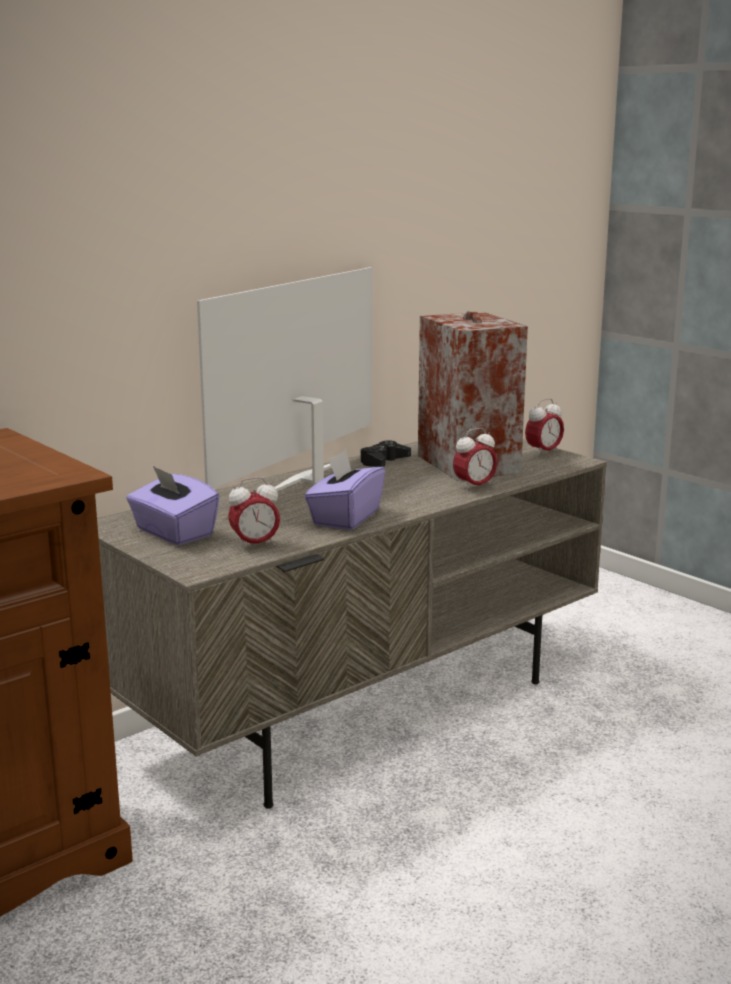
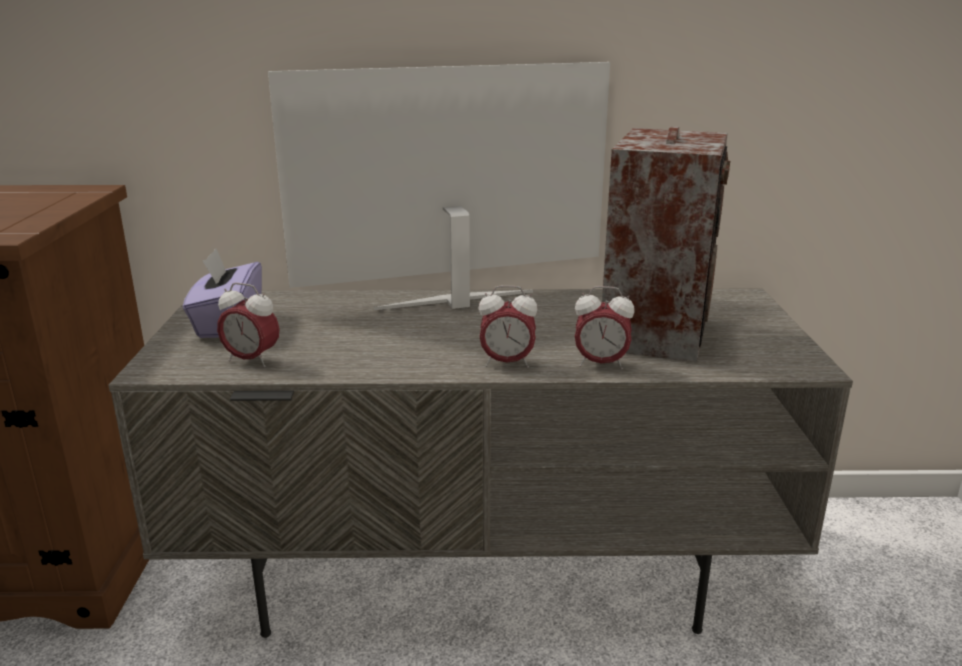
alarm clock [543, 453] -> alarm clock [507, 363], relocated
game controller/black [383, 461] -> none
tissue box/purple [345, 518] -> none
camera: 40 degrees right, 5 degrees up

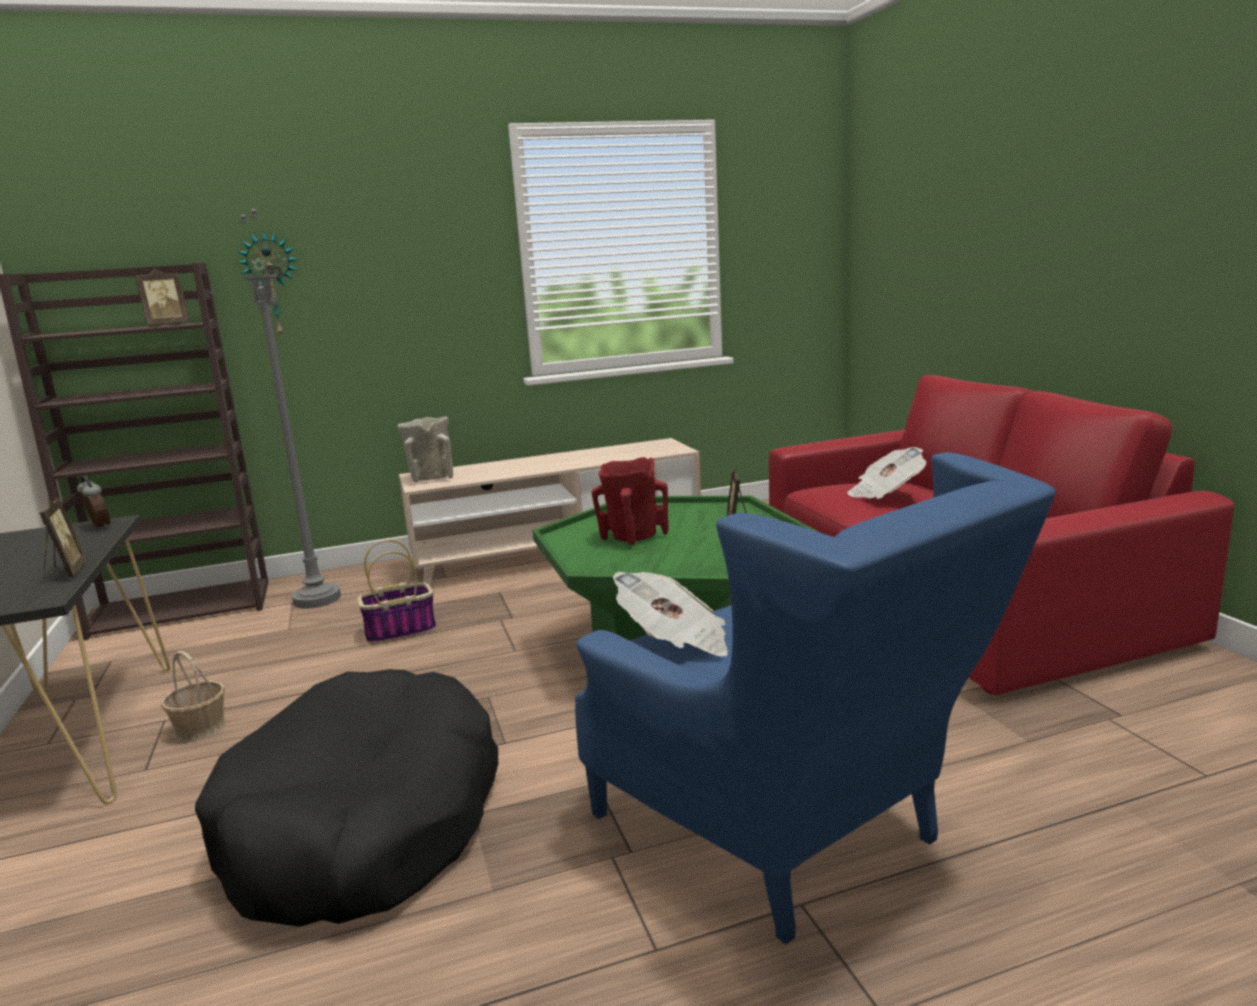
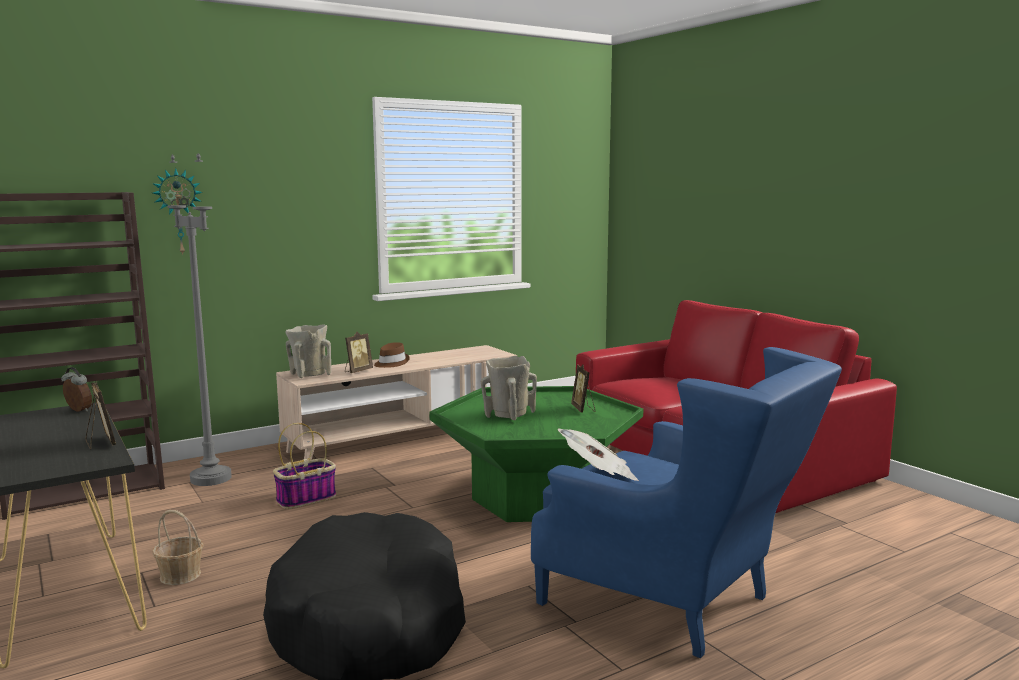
picture frame [167, 325] -> picture frame [357, 371], relocated
newspaper [885, 493] -> none
vase/red [632, 537] -> vase/beige [508, 415]
none -> hat/brown [391, 363]
camera: 15 degrees left, 5 degrees down

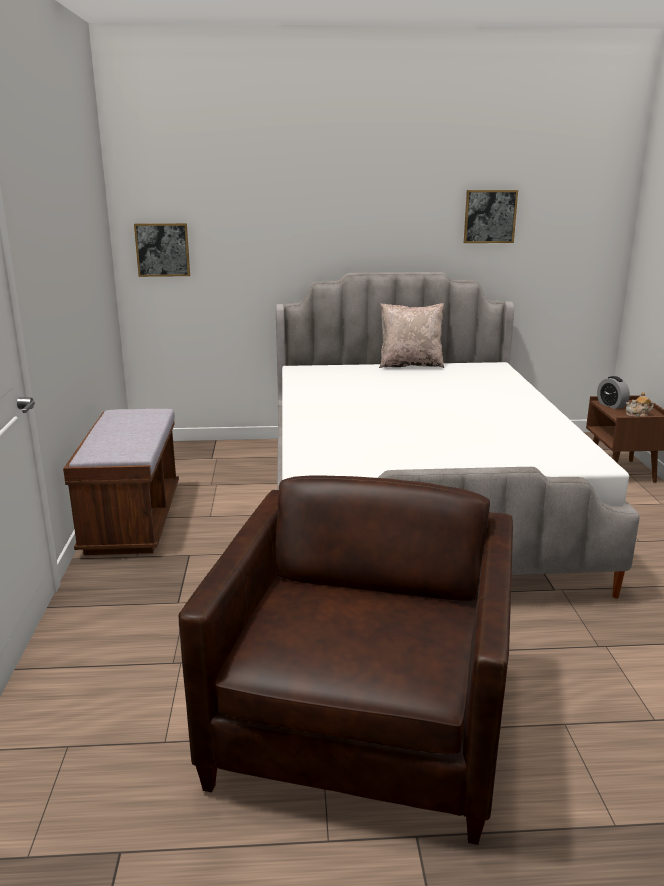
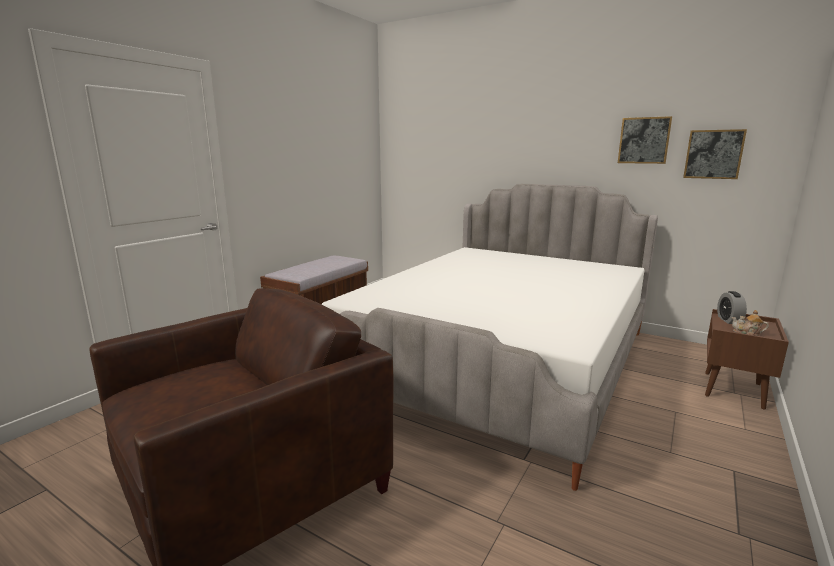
picture [162, 250] -> picture [713, 154], relocated
pillow/beige [410, 365] -> none
camera: 35 degrees right, 5 degrees down

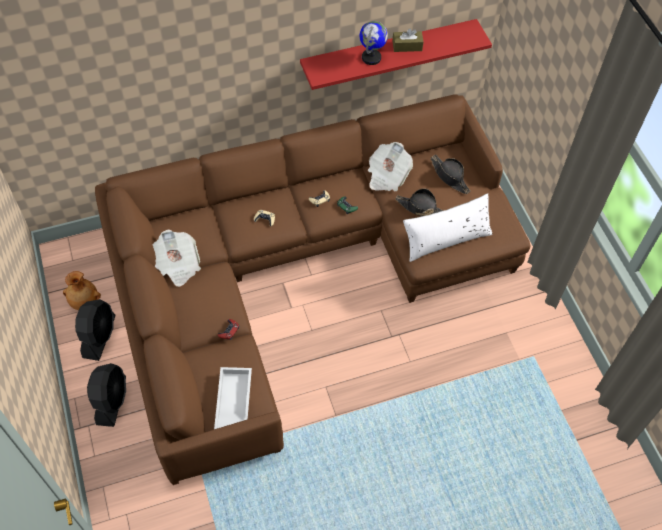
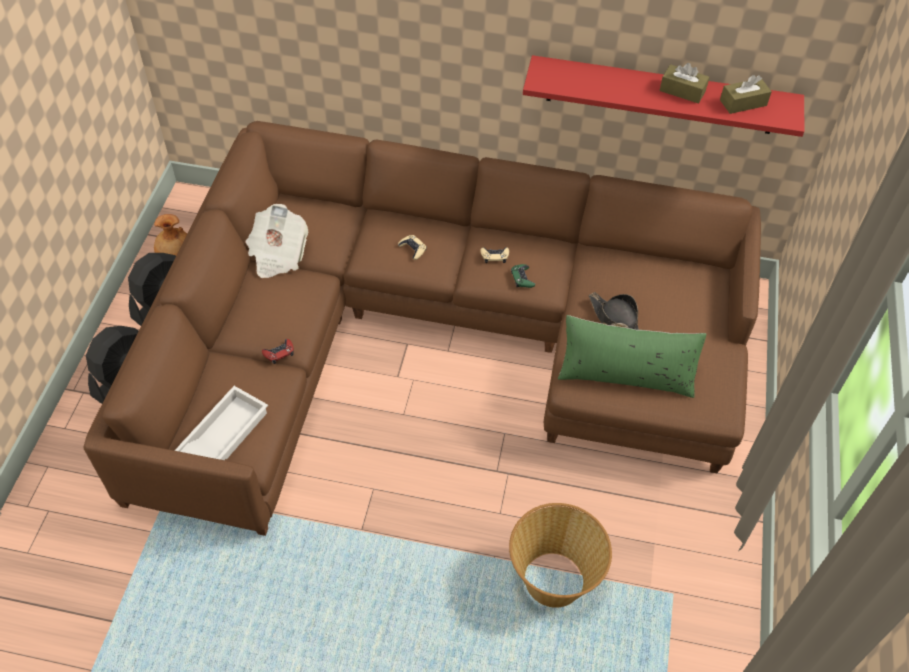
globe [371, 58] -> none
newspaper [387, 176] -> none
hat/black [450, 177] -> none
pillow/white [446, 239] -> pillow/green [626, 374]
none -> tissue box/brown [743, 103]
none -> basket [553, 578]
camera: 30 degrees right, 5 degrees down

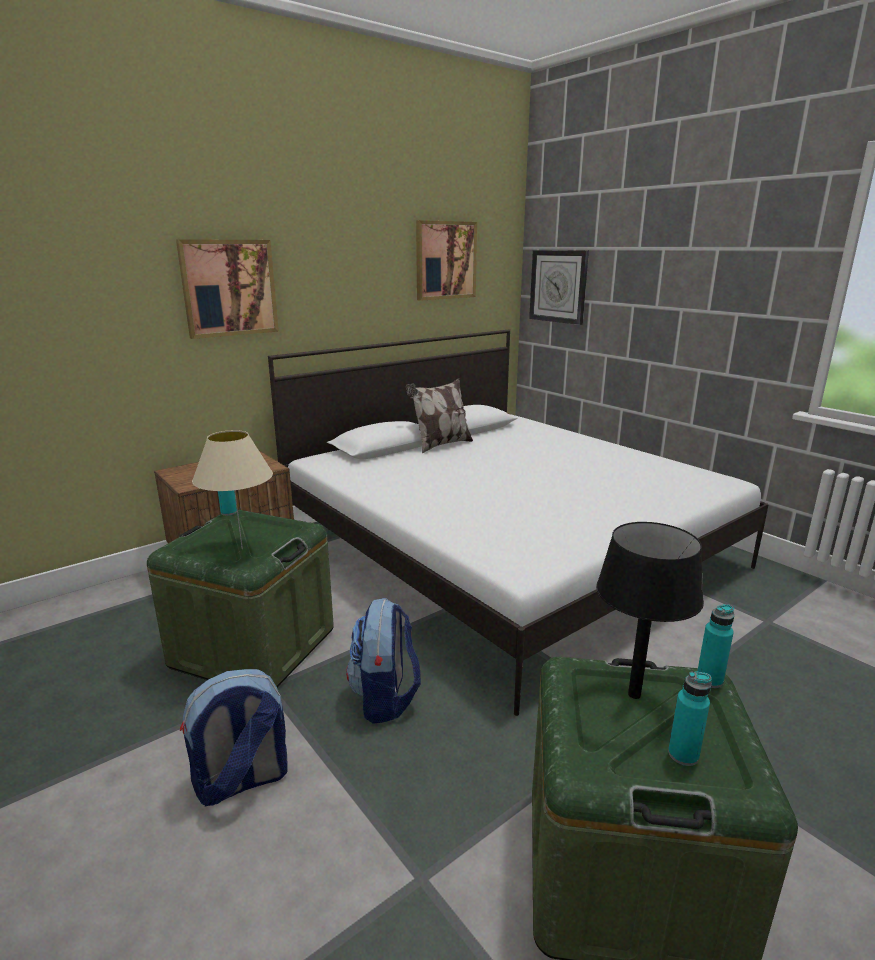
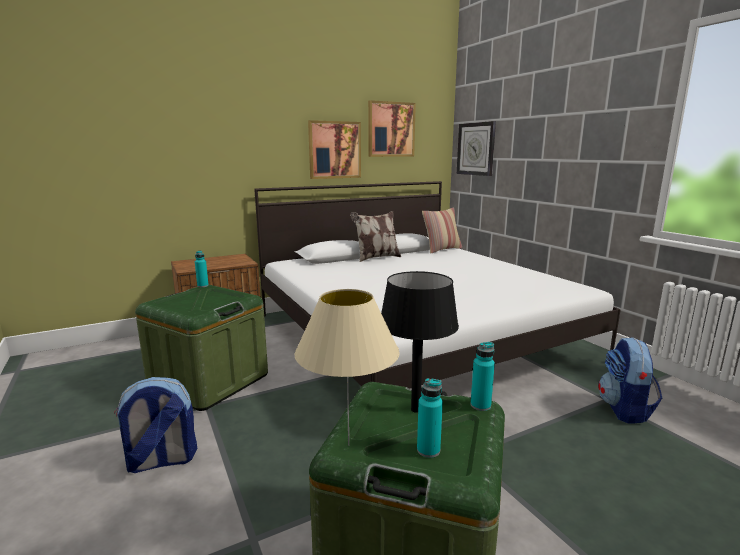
picture [229, 288] -> picture [334, 150], relocated
table lamp/beige [241, 549] -> table lamp/beige [348, 445], relocated
backpack [385, 698] -> backpack [625, 410], relocated
none -> pillow [441, 249]
camera: 10 degrees right, 5 degrees down

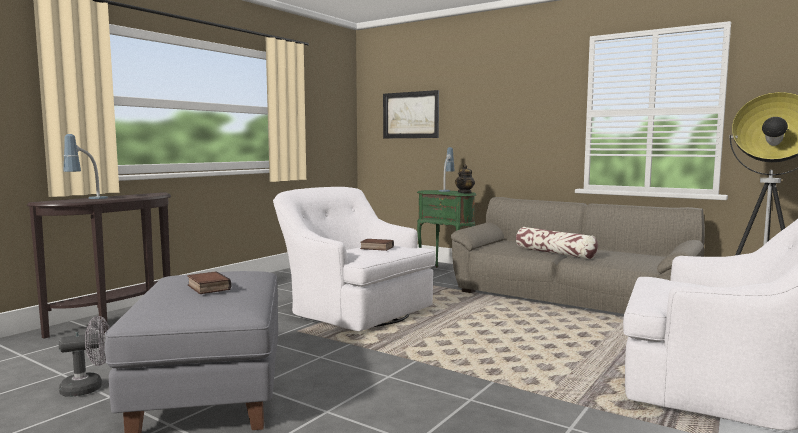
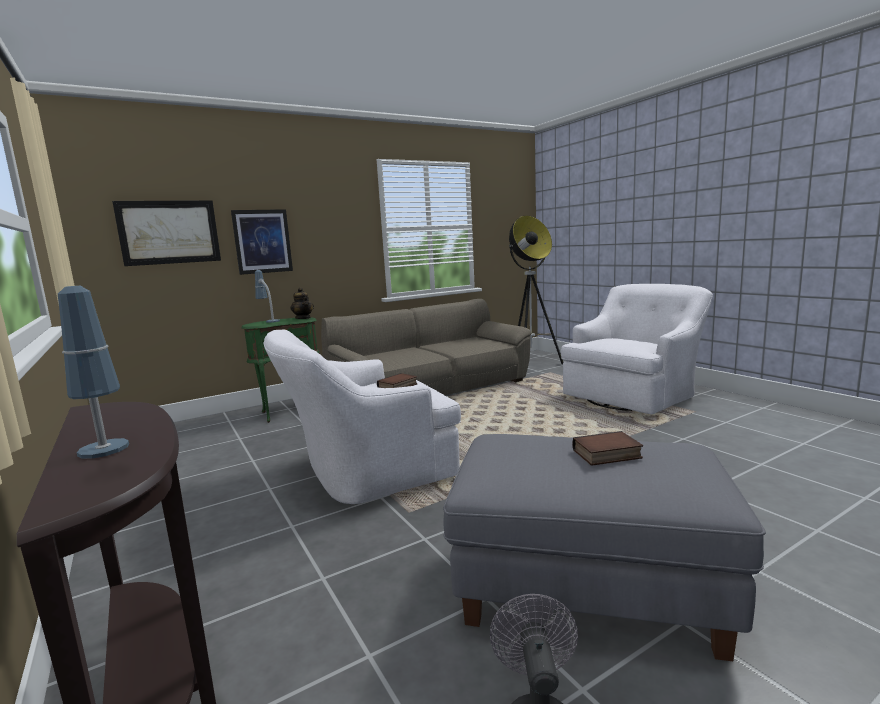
pillow [555, 253] -> none
none -> picture [262, 241]
camera: 65 degrees left, 5 degrees up

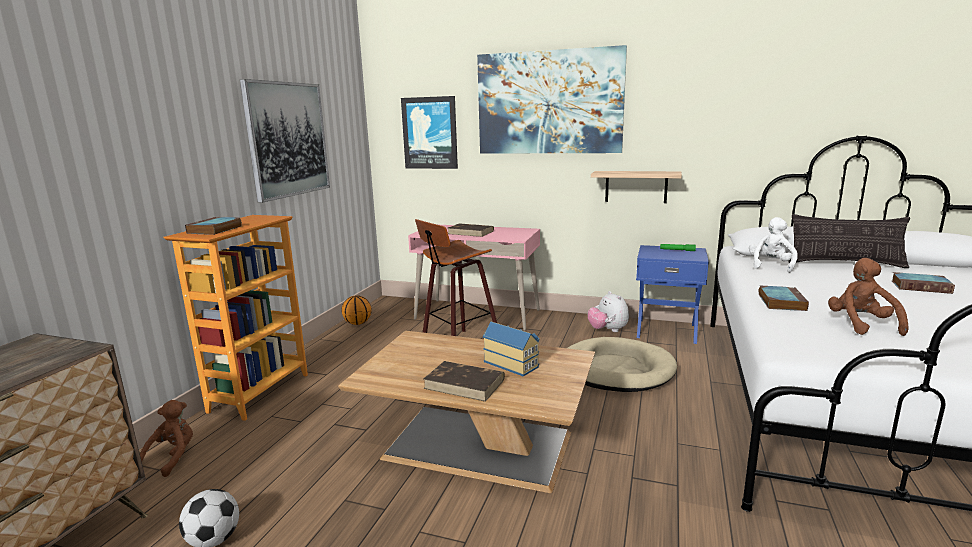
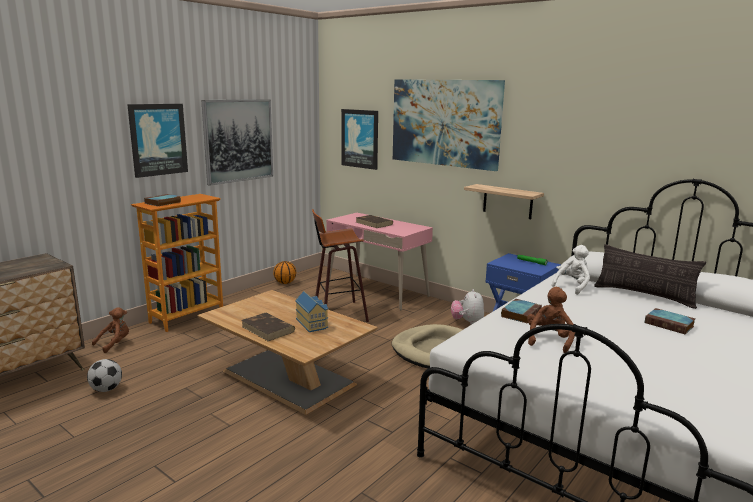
none -> picture [158, 139]
camera: 20 degrees right, 0 degrees up

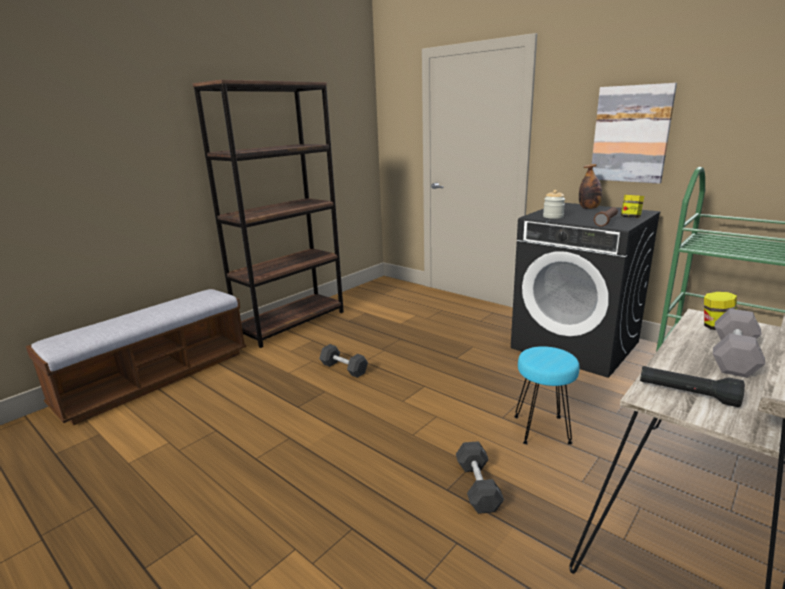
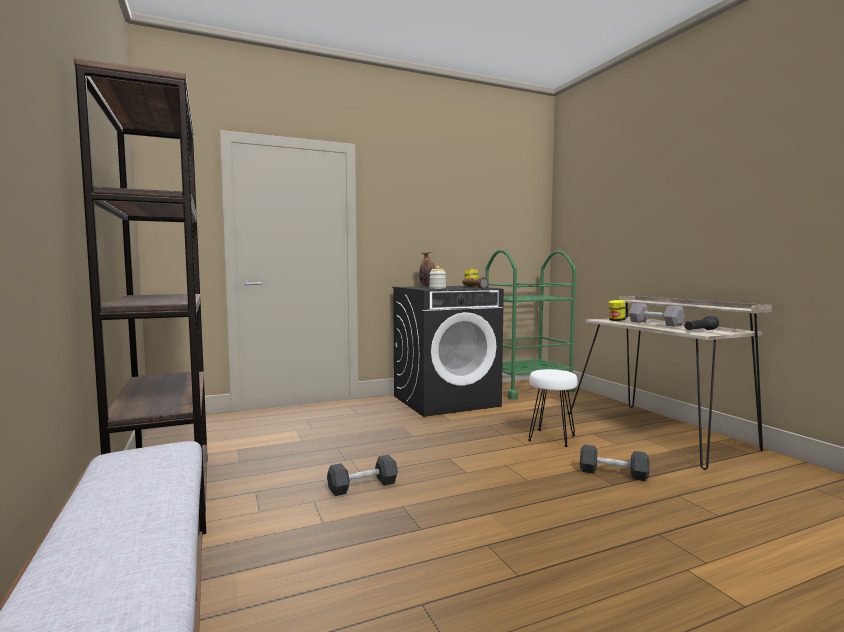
picture [631, 134] -> none
stool/turquoise [542, 429] -> stool/white [551, 438]
camera: 65 degrees left, 15 degrees down

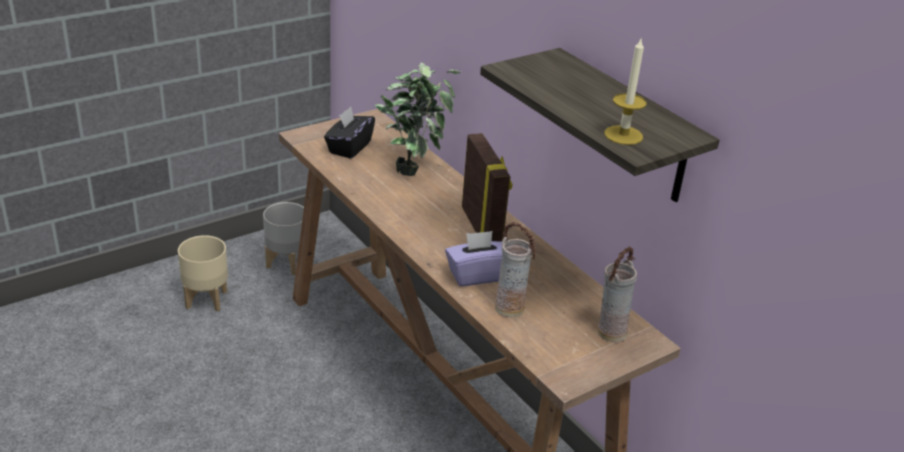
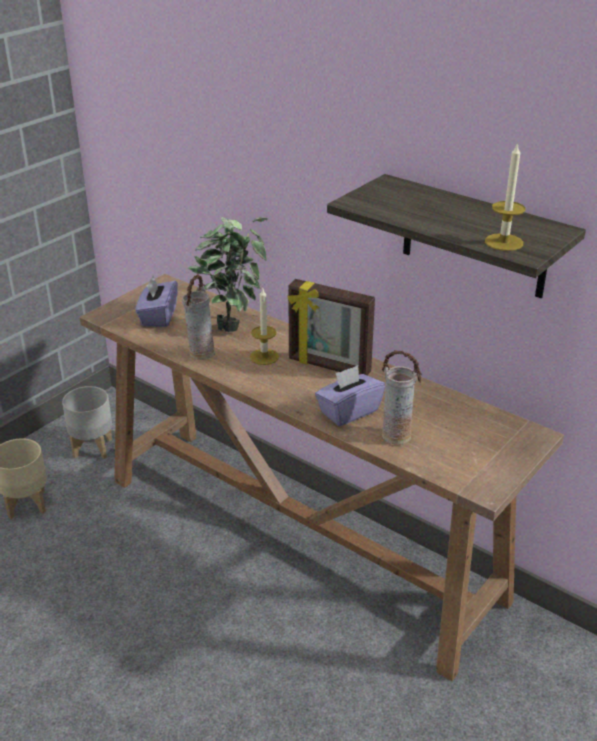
tissue box/black [349, 147] -> tissue box/purple [158, 316]
picture frame [482, 229] -> picture frame [328, 366], 150 degrees clockwise
vase [610, 332] -> vase [200, 353], relocated
none -> candle [264, 357]
camera: 15 degrees left, 0 degrees up

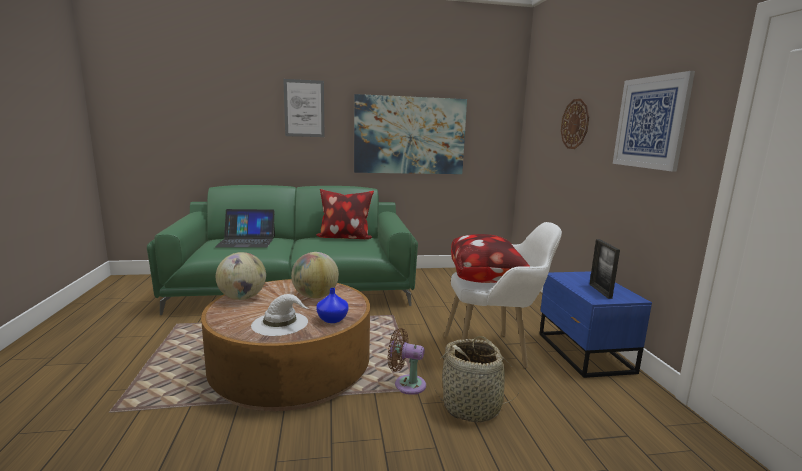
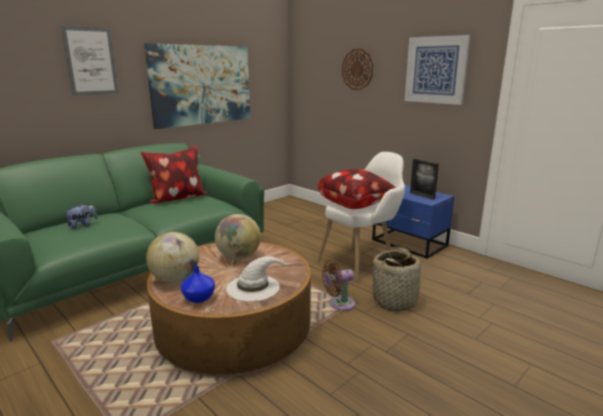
laptop [246, 241] -> plush toy [82, 225]
vase/blue [332, 319] -> vase/blue [198, 298], relocated
camera: 35 degrees left, 5 degrees up

